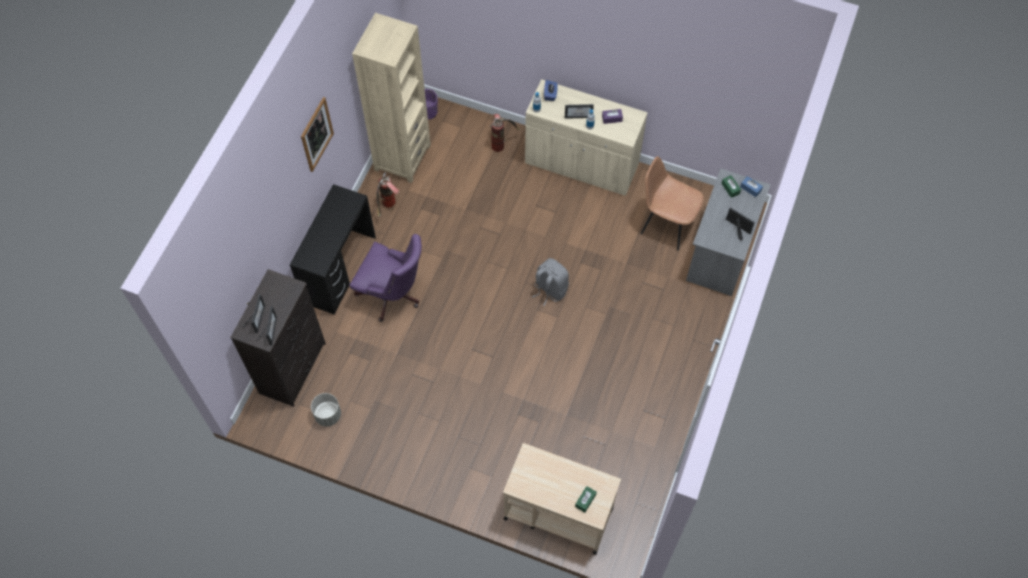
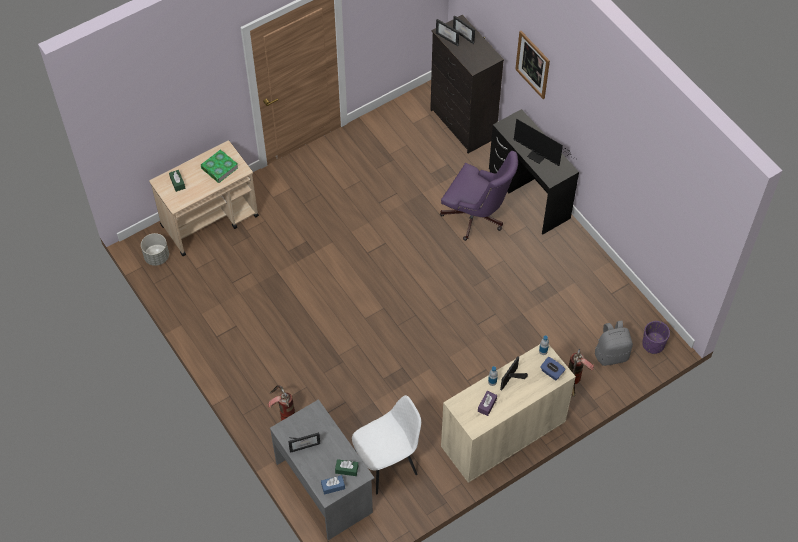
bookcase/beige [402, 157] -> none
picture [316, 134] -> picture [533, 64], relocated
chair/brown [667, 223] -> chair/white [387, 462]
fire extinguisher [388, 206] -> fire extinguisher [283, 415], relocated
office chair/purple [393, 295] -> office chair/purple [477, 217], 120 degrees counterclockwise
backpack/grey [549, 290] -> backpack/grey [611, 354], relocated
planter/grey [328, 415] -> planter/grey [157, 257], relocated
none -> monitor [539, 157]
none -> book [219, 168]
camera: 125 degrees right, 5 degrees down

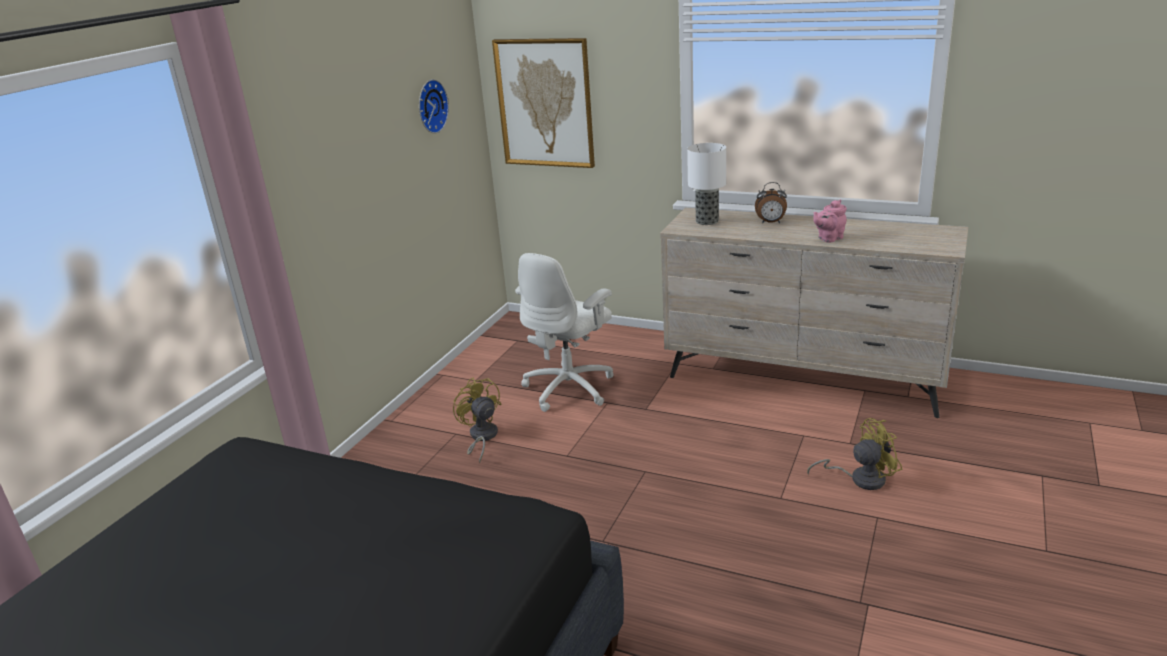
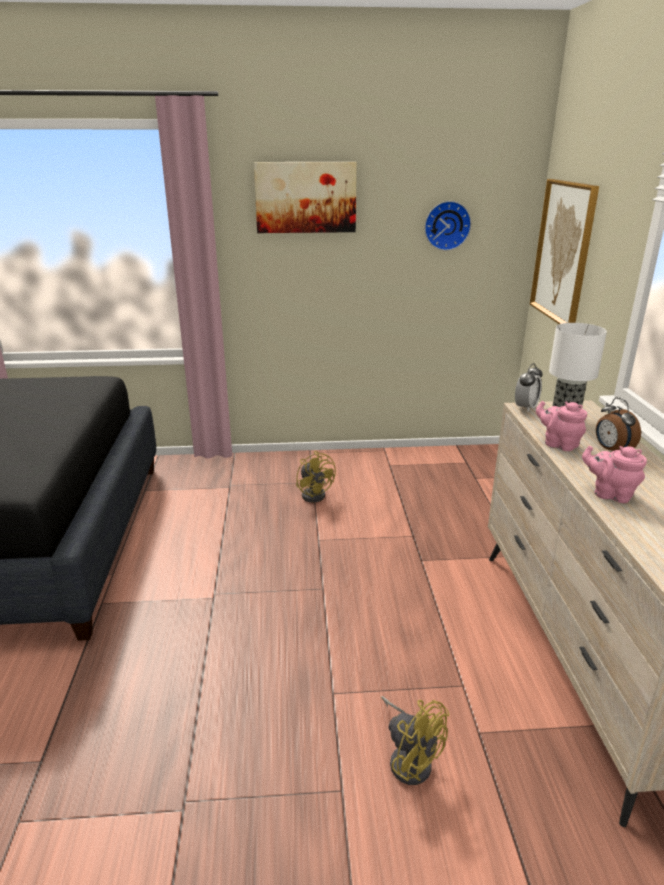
office chair/white [570, 388] -> none
fan/yellow [481, 437] -> fan/yellow [315, 494], 120 degrees clockwise
none -> picture [305, 197]
none -> alarm clock [525, 408]
none -> teapot/pink [558, 444]
camera: 60 degrees right, 0 degrees up

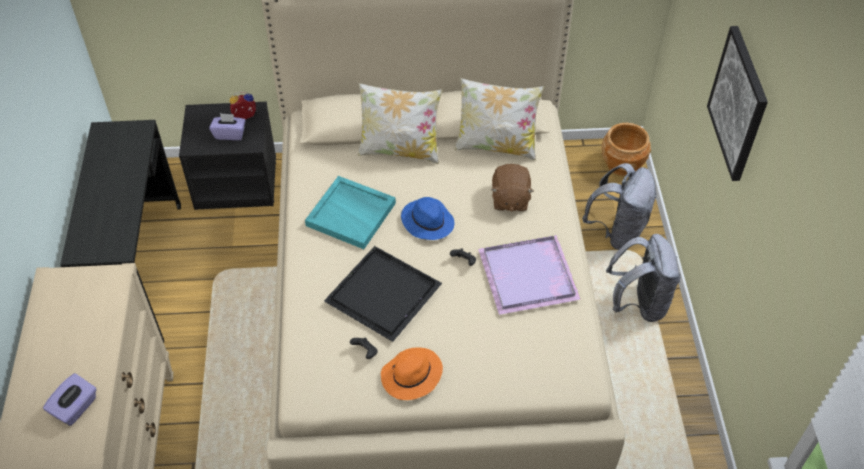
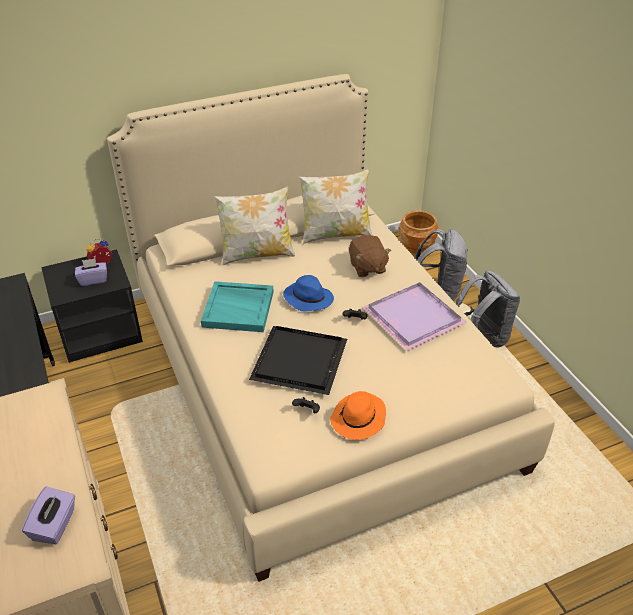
picture [739, 103] -> none
camera: 20 degrees left, 10 degrees down

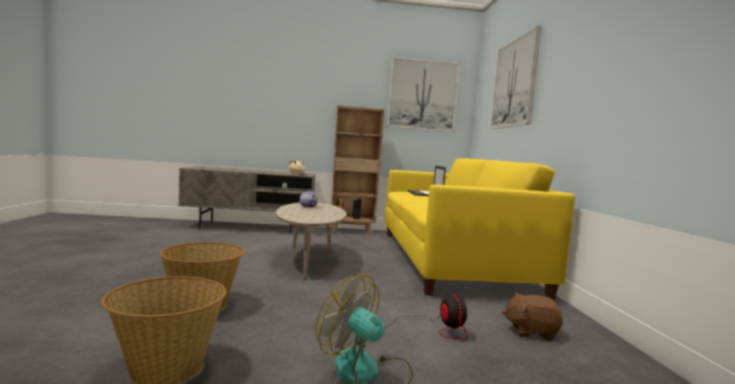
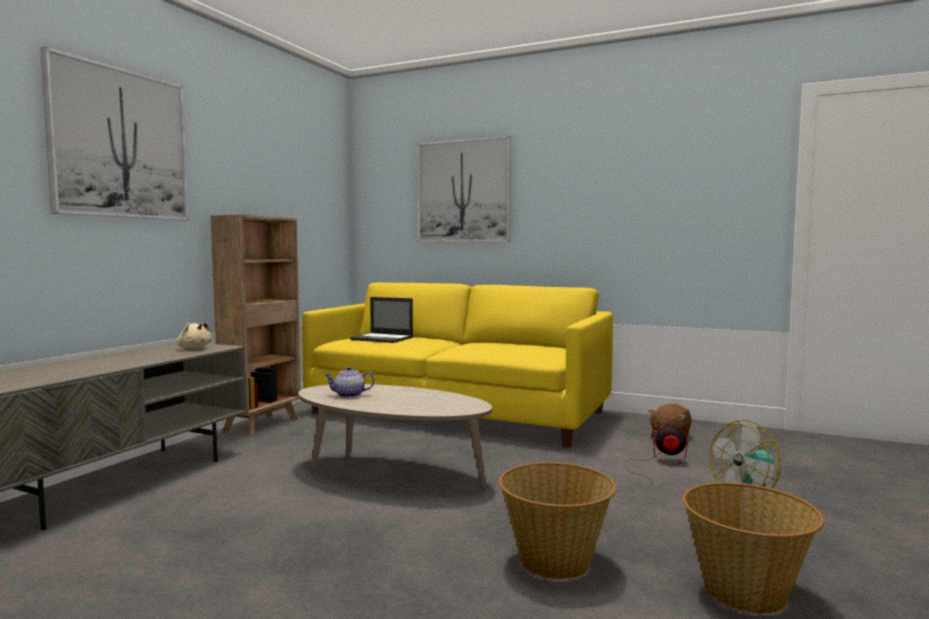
picture [422, 95] -> picture [120, 144], relocated
camera: 60 degrees left, 0 degrees up

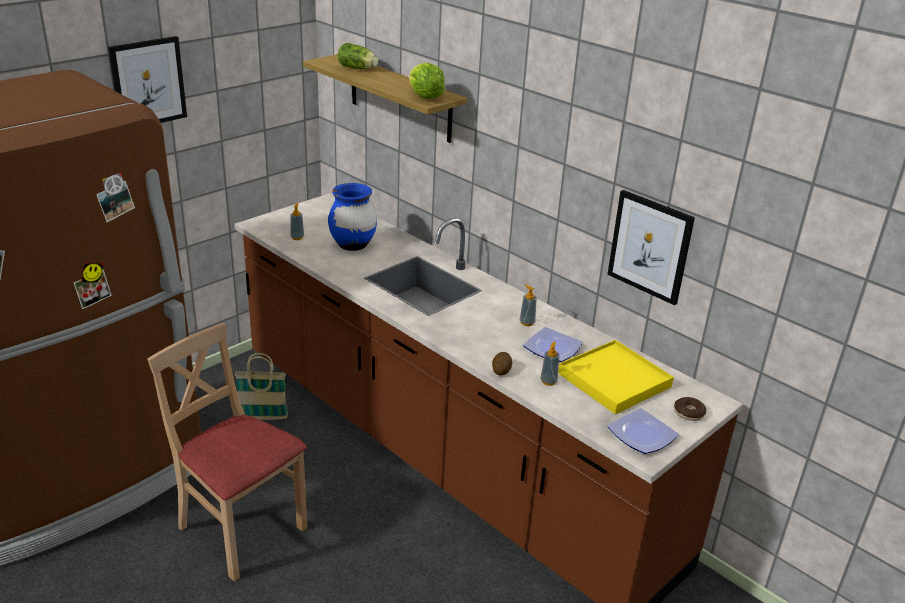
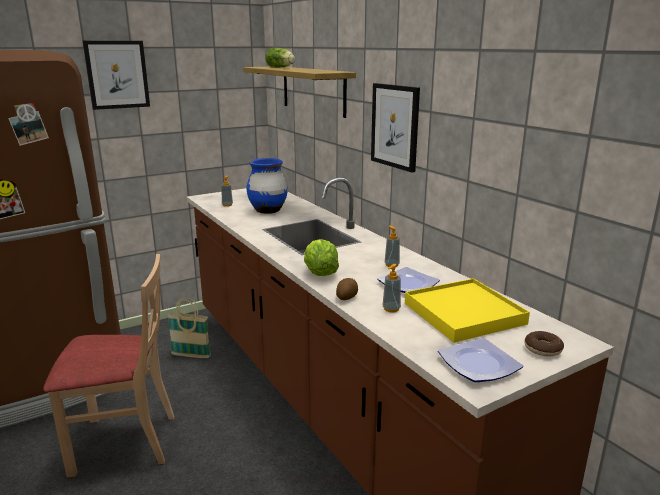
lettuce [425, 97] -> lettuce [320, 273], relocated
picture [650, 246] -> picture [395, 126], relocated
chair/beige [241, 529] -> chair/beige [124, 442], 120 degrees clockwise
camera: 15 degrees right, 10 degrees down

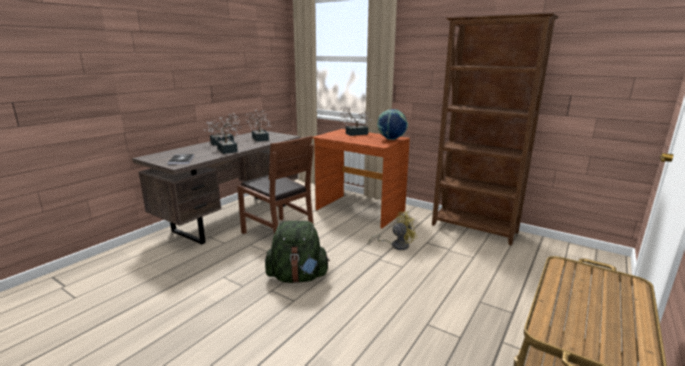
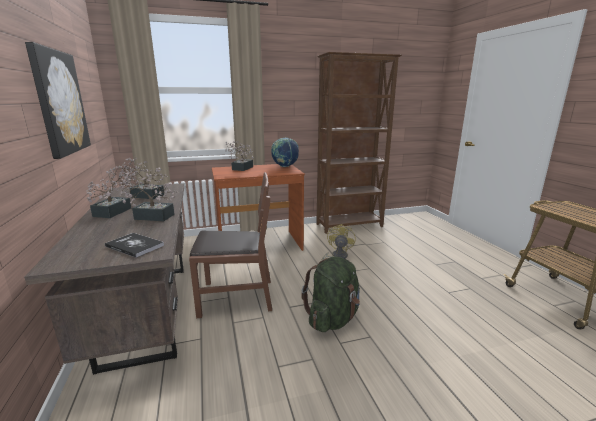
none -> picture [59, 102]
camera: 50 degrees left, 0 degrees up

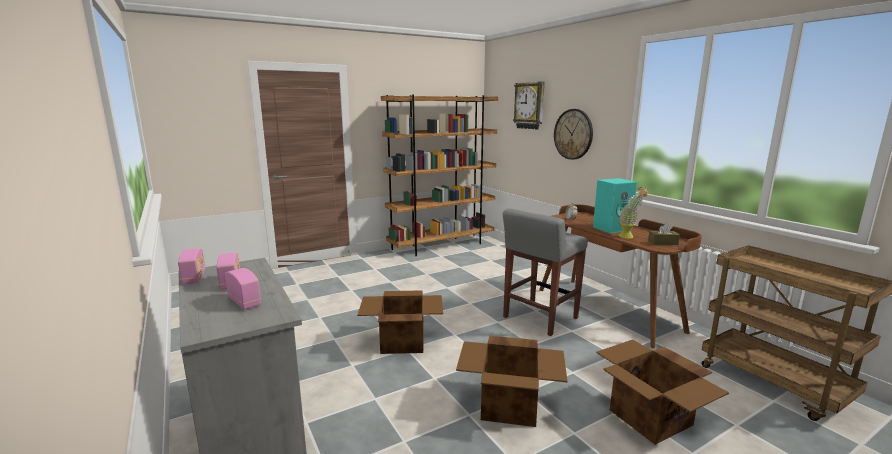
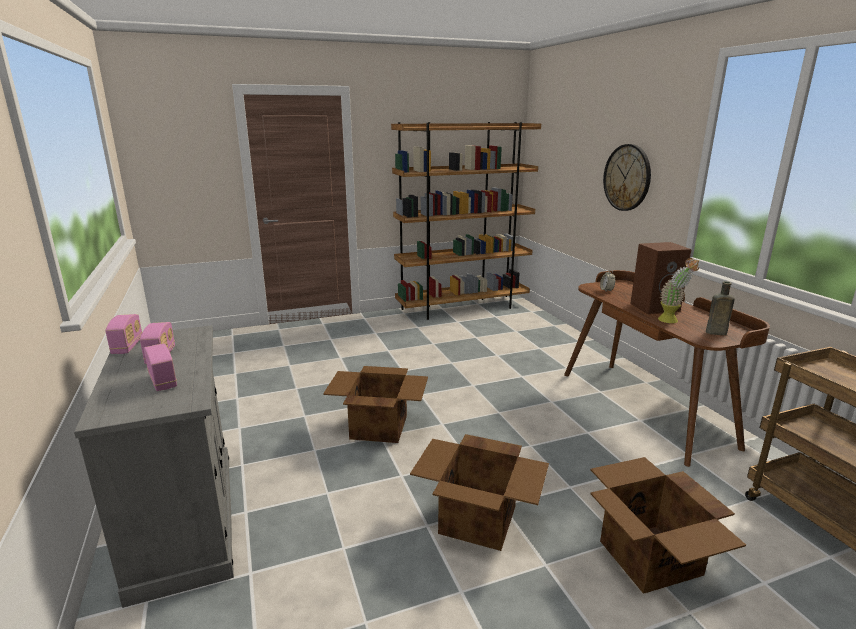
wall clock [530, 105] -> none
speaker/turquoise [612, 228] -> speaker/brown [655, 307]
stool/grey [539, 318] -> none
tissue box/brown [663, 242] -> bottle/brown [714, 332]
camera: 10 degrees right, 5 degrees up

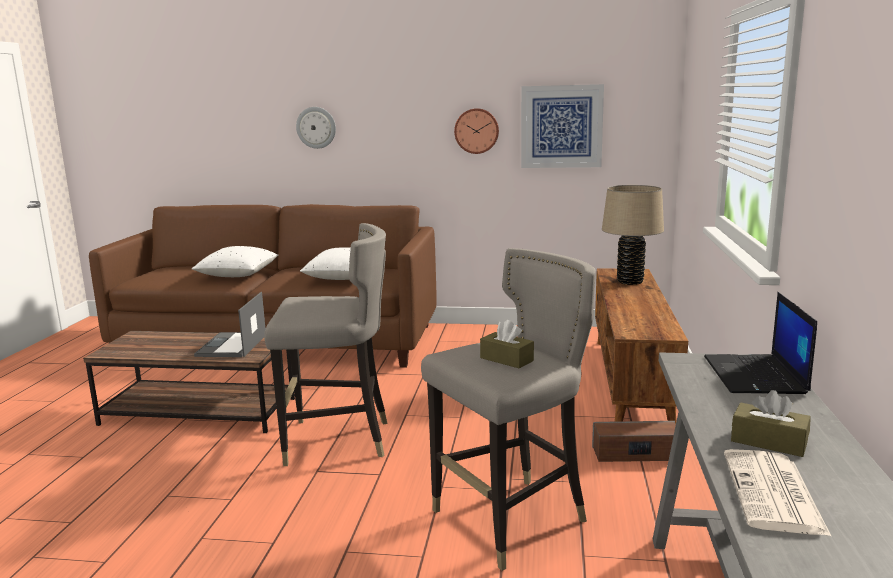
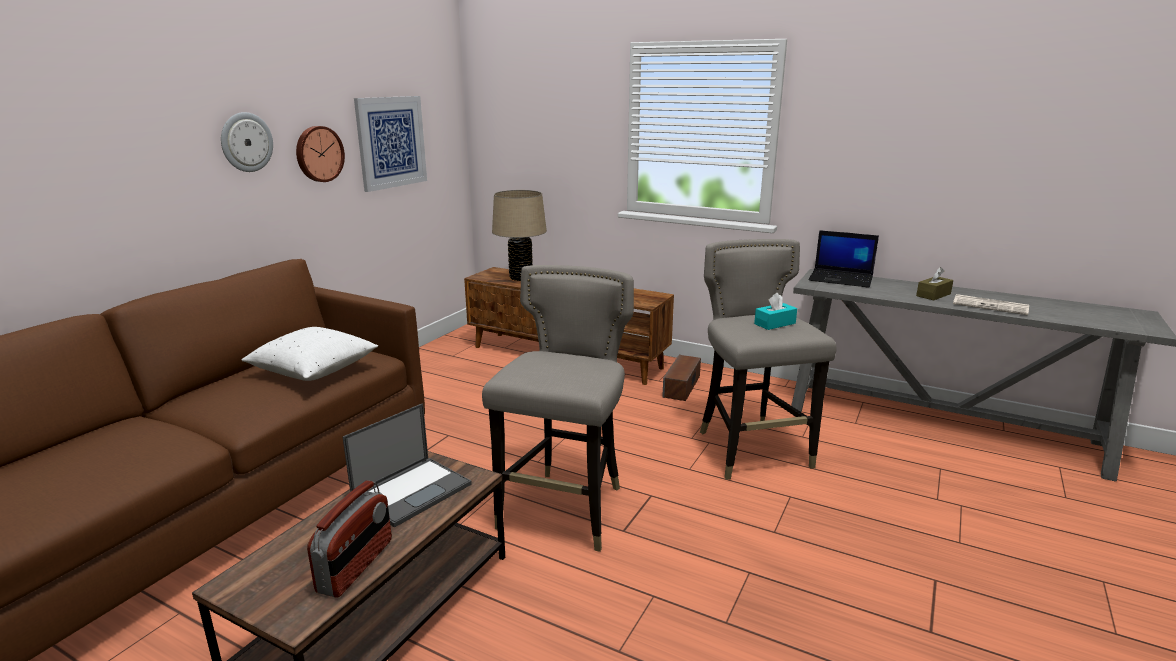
wall clock [316, 127] -> wall clock [246, 142], relocated
pillow/white [238, 275] -> none
laptop [232, 346] -> laptop [412, 490], 75 degrees counterclockwise
tissue box/brown [506, 359] -> tissue box/turquoise [774, 323]
none -> radio [356, 566]
camera: 70 degrees left, 5 degrees up

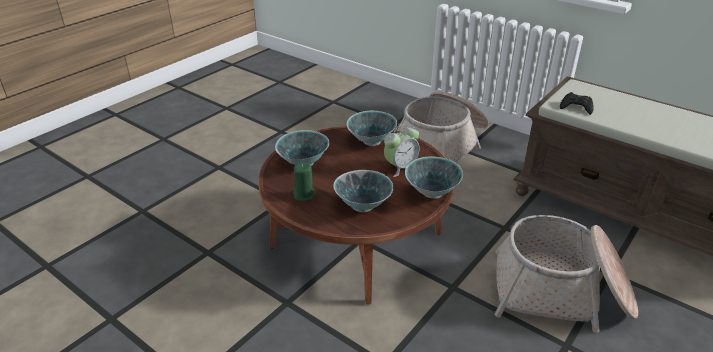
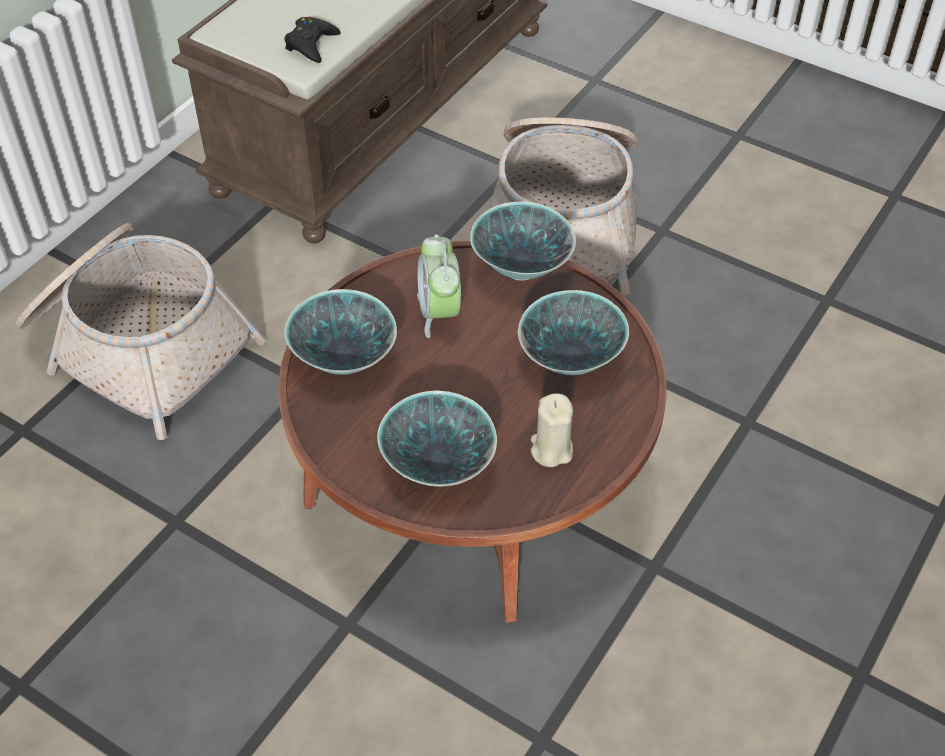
alarm clock [400, 167] -> alarm clock [439, 312], 150 degrees counterclockwise
candle/green [304, 195] -> candle/beige [551, 449]
camera: 95 degrees left, 15 degrees up

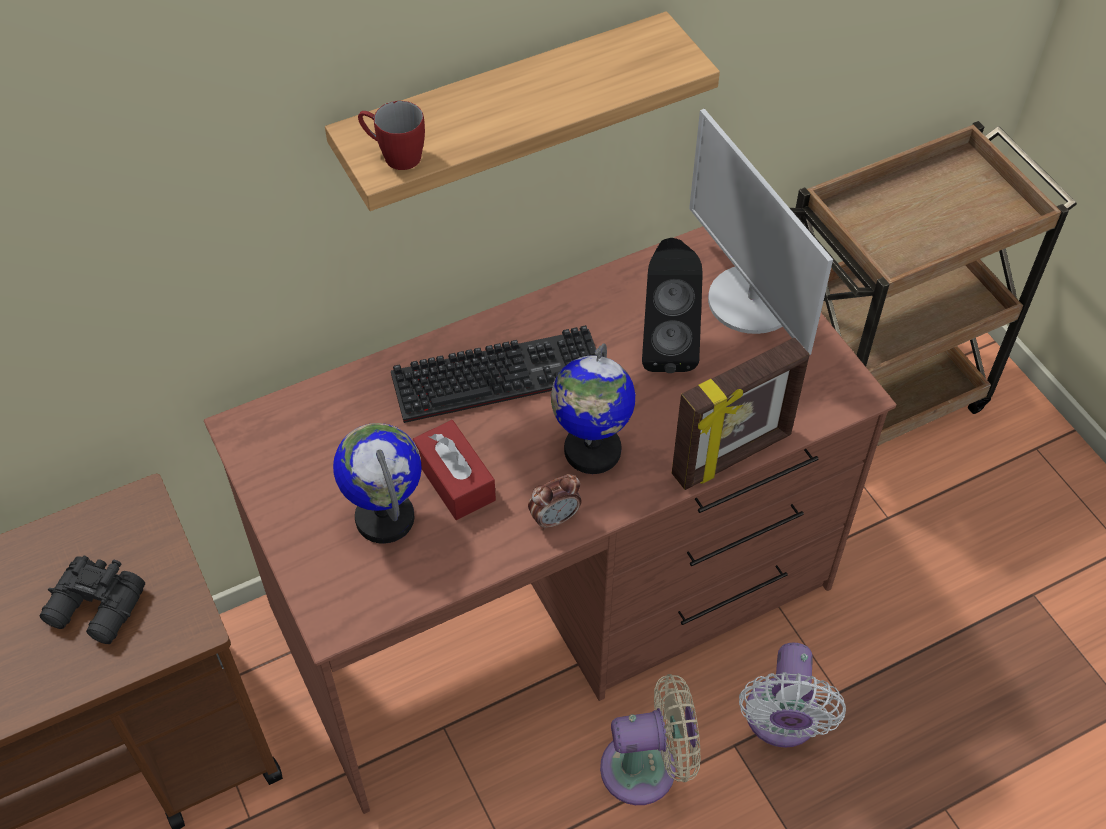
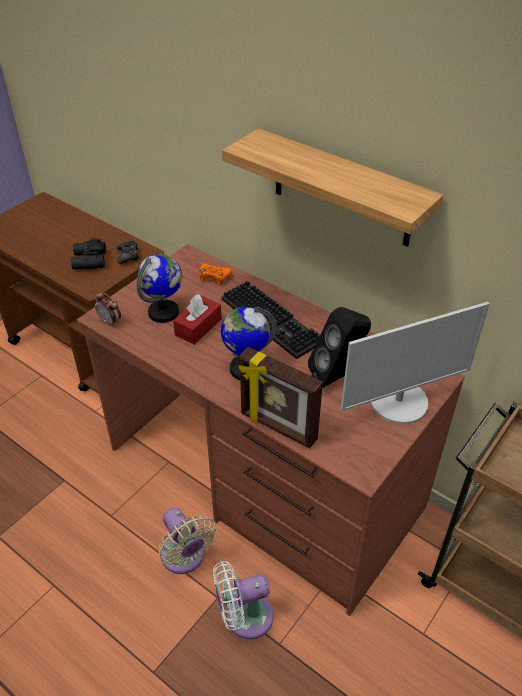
mug/red [394, 155] -> none
monitor [751, 301] -> monitor [399, 402], 150 degrees counterclockwise
alarm clock [555, 518] -> alarm clock [110, 322], relocated
none -> game controller/black [128, 256]
none -> game controller/orange [214, 277]
camera: 65 degrees right, 10 degrees down

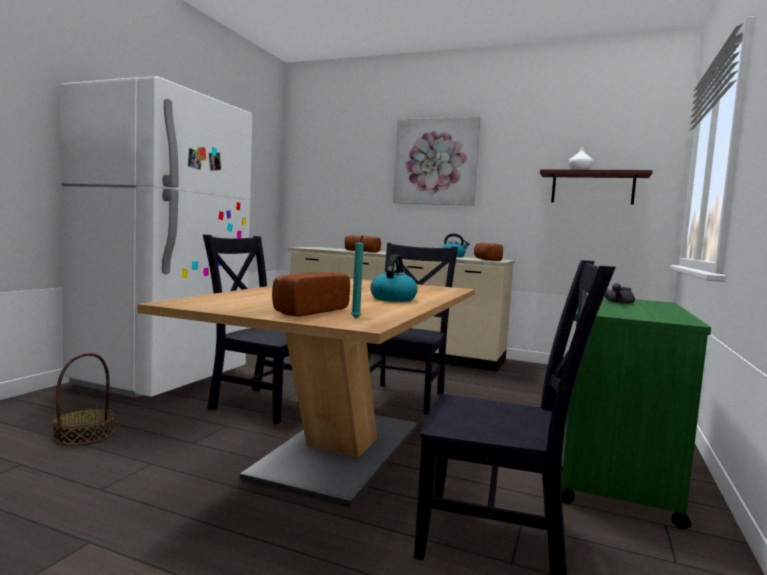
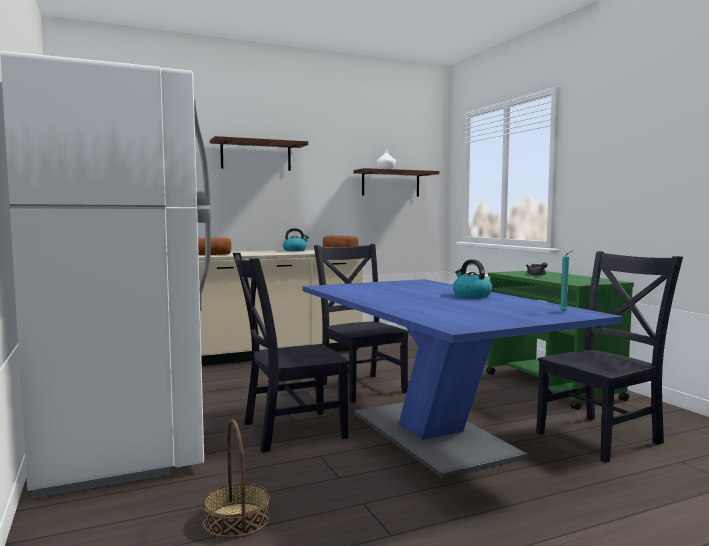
picture [435, 162] -> shelf [256, 155]
bread [307, 311] -> none
dining table/brown [340, 450] -> dining table/blue [432, 434]
camera: 45 degrees left, 0 degrees up

